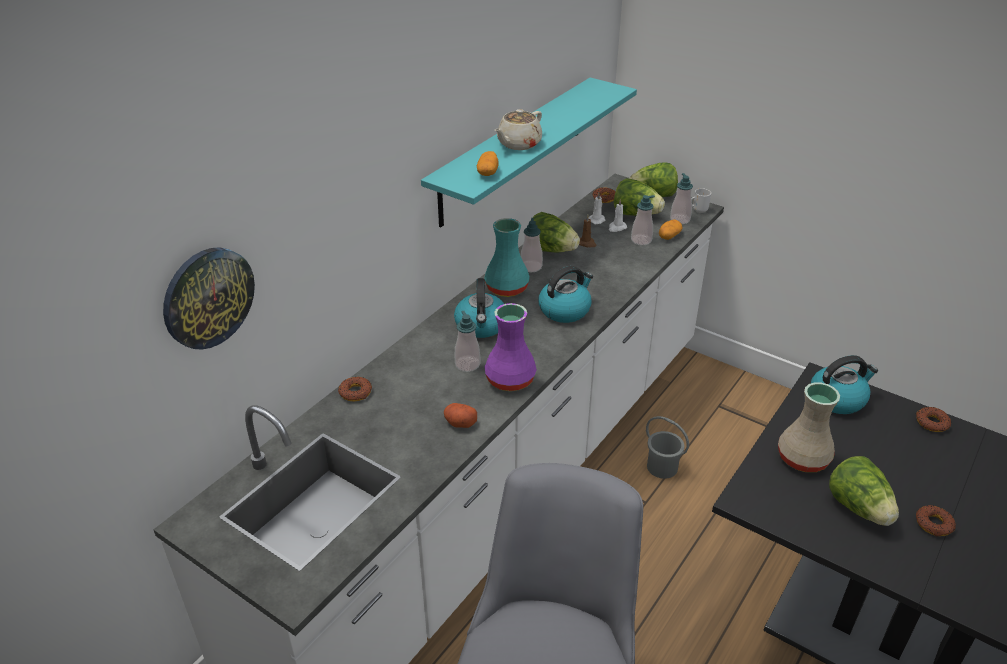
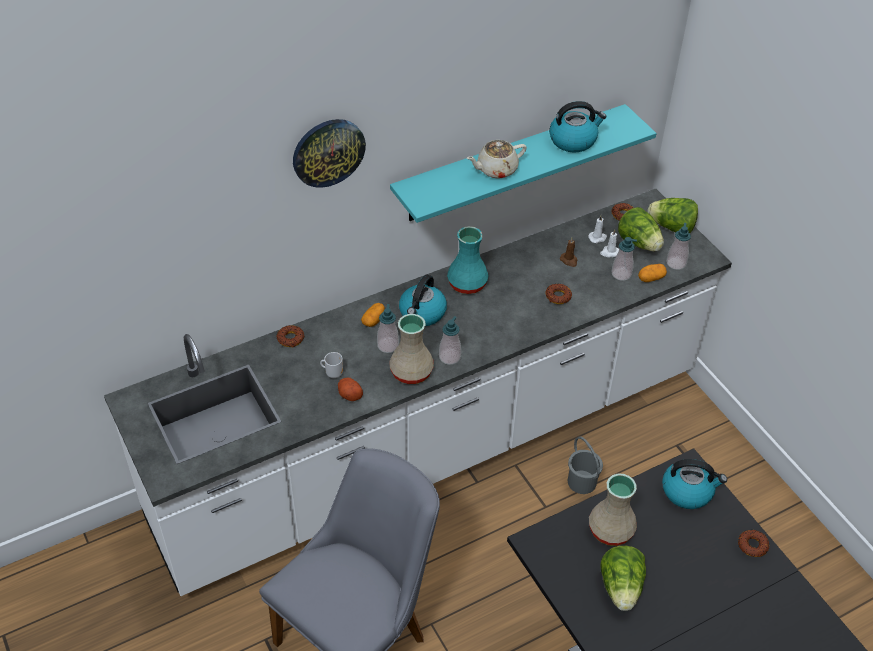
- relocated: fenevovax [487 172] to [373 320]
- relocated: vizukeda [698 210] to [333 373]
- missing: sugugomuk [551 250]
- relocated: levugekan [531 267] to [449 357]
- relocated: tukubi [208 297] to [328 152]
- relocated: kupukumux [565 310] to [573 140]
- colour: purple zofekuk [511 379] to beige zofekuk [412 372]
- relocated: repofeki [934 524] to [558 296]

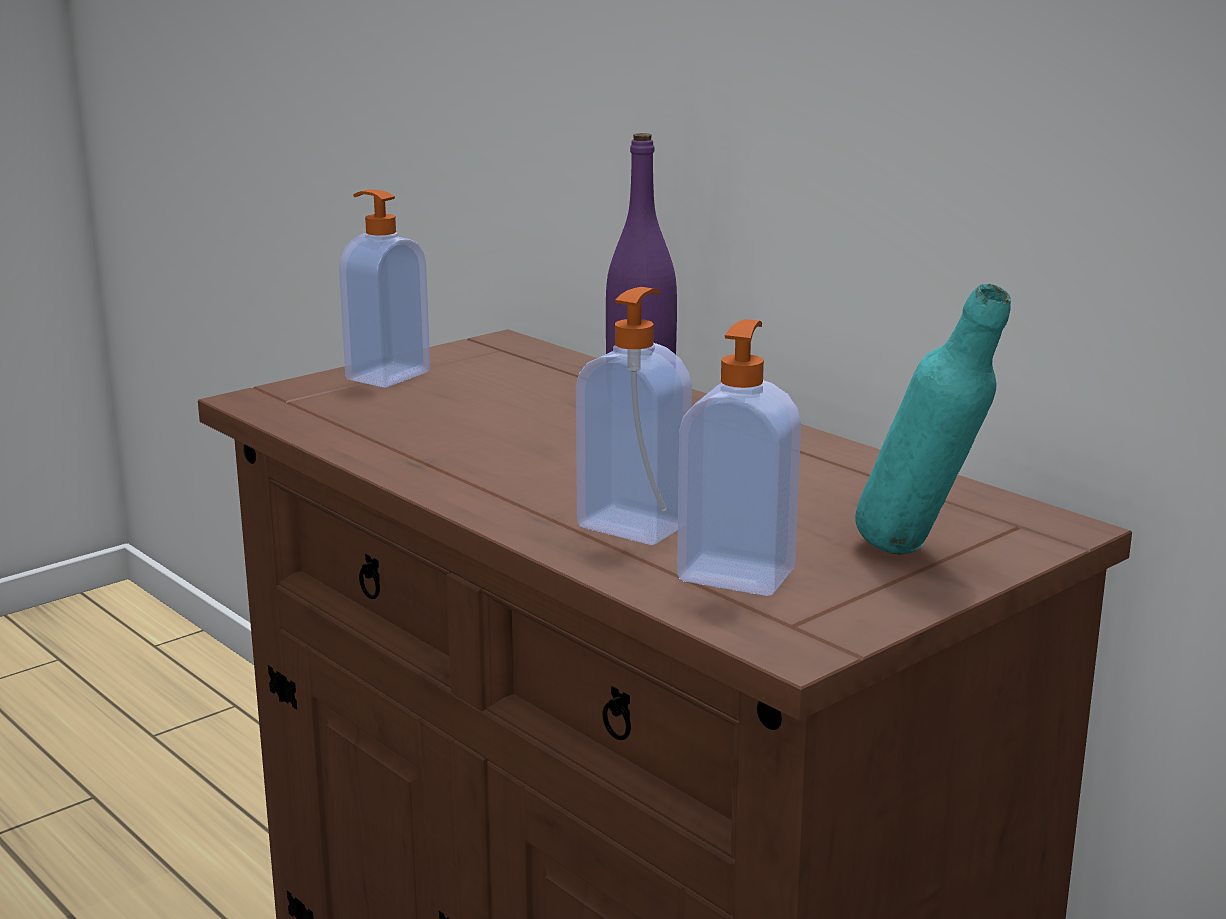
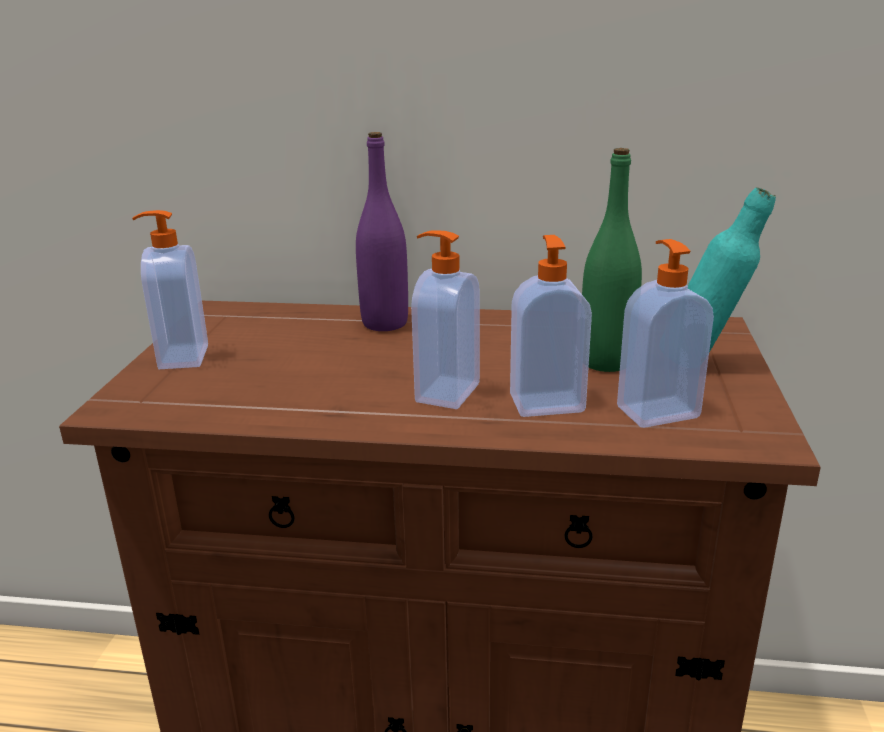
- appeared: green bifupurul [606 362]
- appeared: levugekan [445 392]

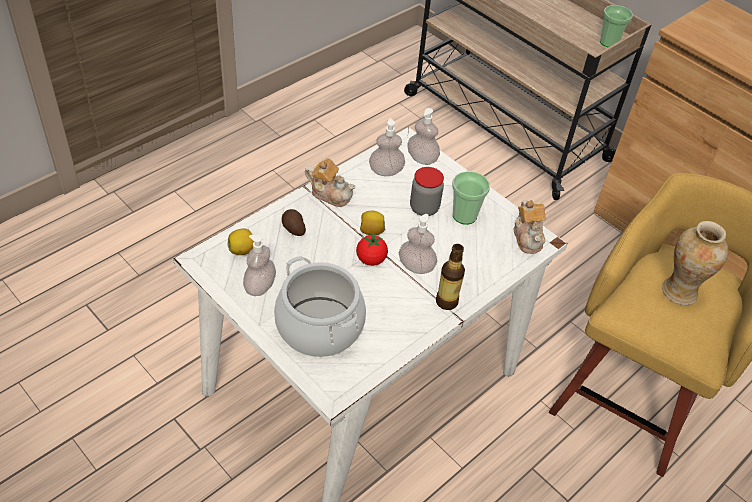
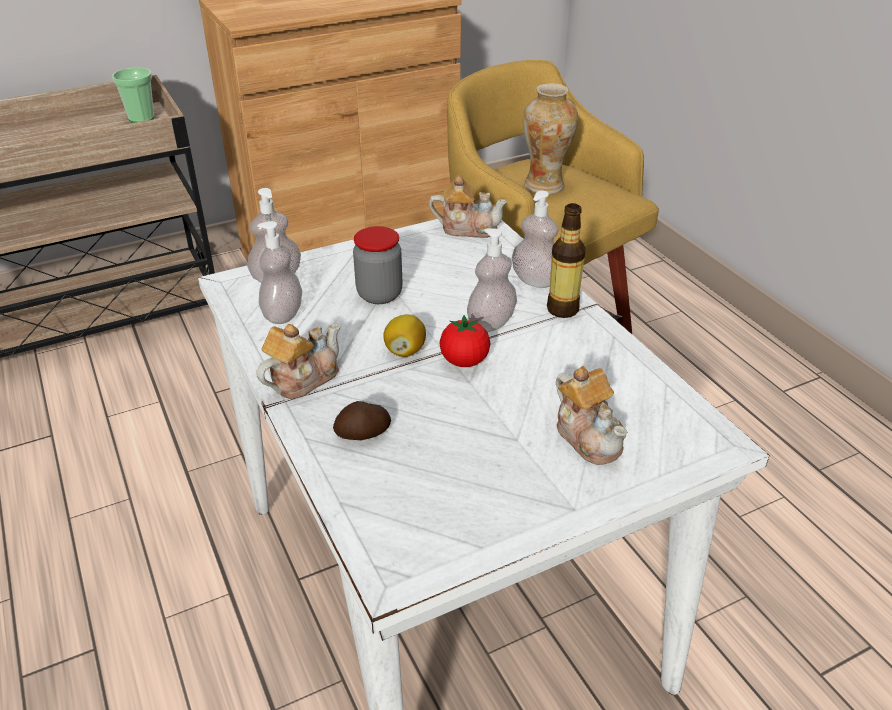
- missing: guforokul [464 216]
- missing: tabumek [242 250]
- relocated: levugekan [260 286] to [535 280]
- exchanged: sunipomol [320 326] to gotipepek [588 436]

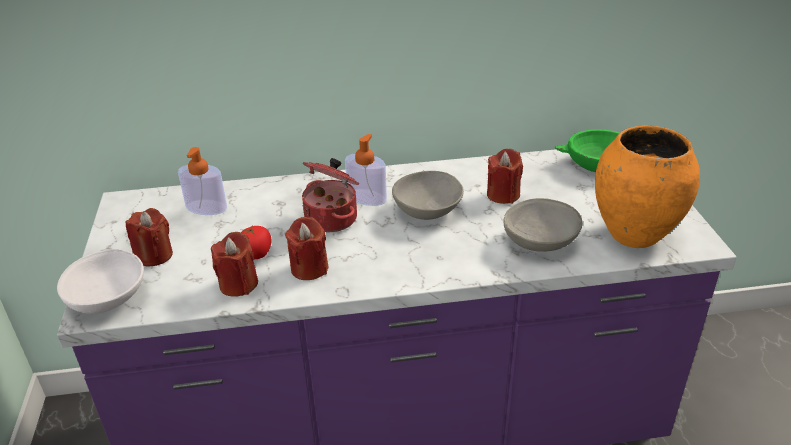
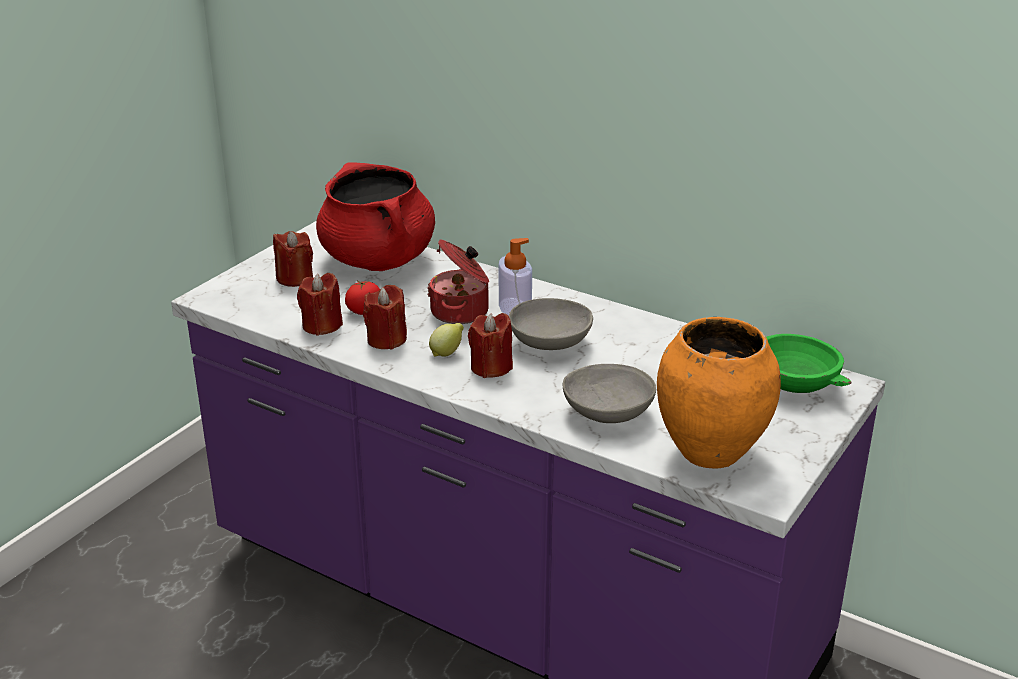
- exchanged: levugekan [206 208] to red sunipomol [378 260]
- relocated: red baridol [503 195] to [491 367]
- missing: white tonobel [109 299]
- appeared: tabumek [447 353]

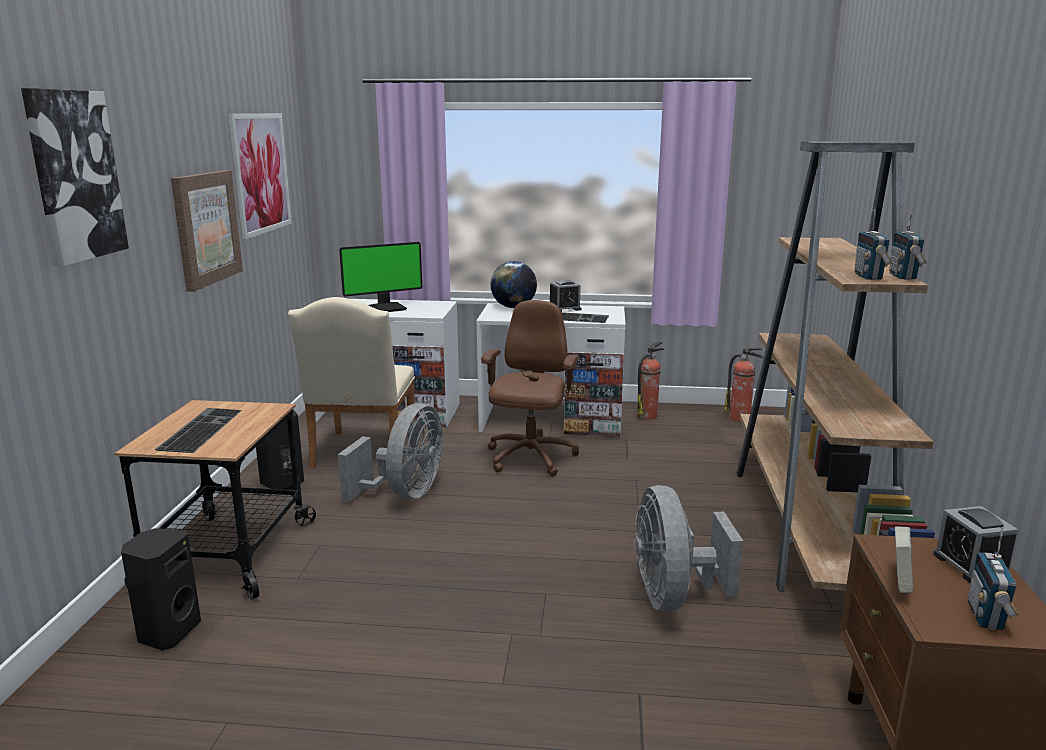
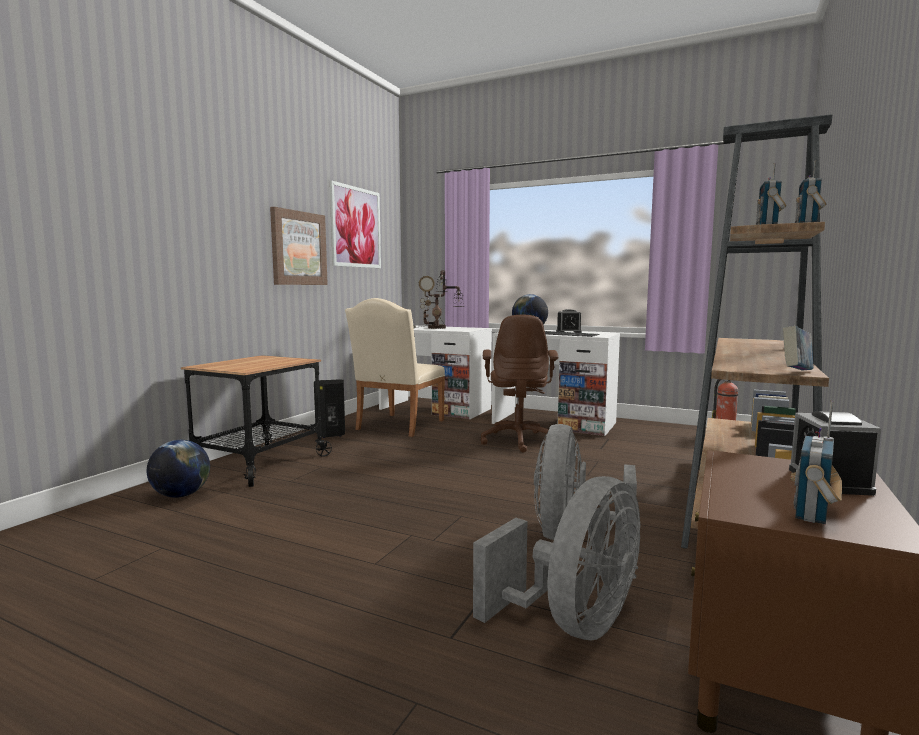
- missing: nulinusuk [74 175]
- exchanged: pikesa [387 308] to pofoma [438 328]
- spun: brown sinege [530 458] = [518 440] 150 degrees clockwise
- missing: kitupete [648 415]
- relocated: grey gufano [404 493] to [573 623]
- missing: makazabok [199 429]
- relocated: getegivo [899 583] to [796 373]
- exchanged: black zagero [167 632] to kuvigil [181 495]

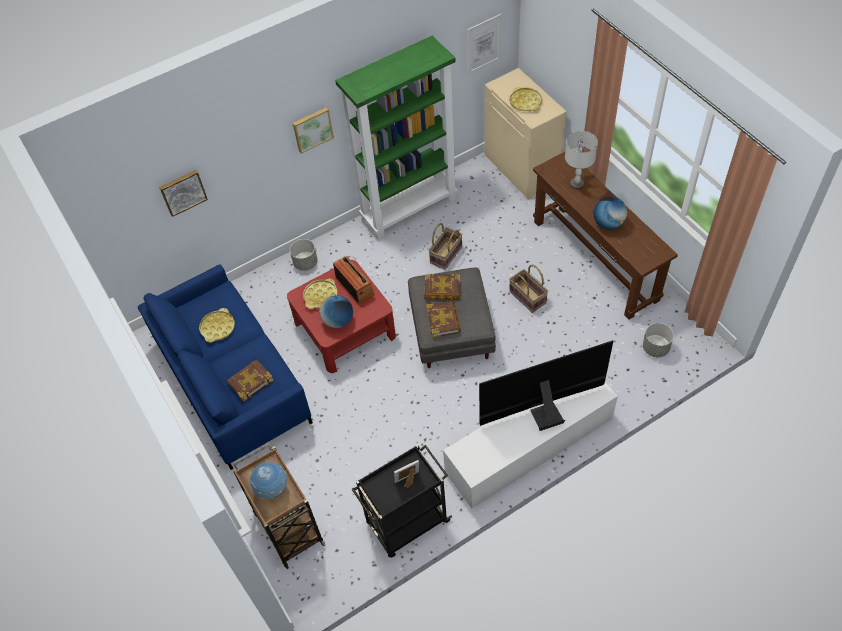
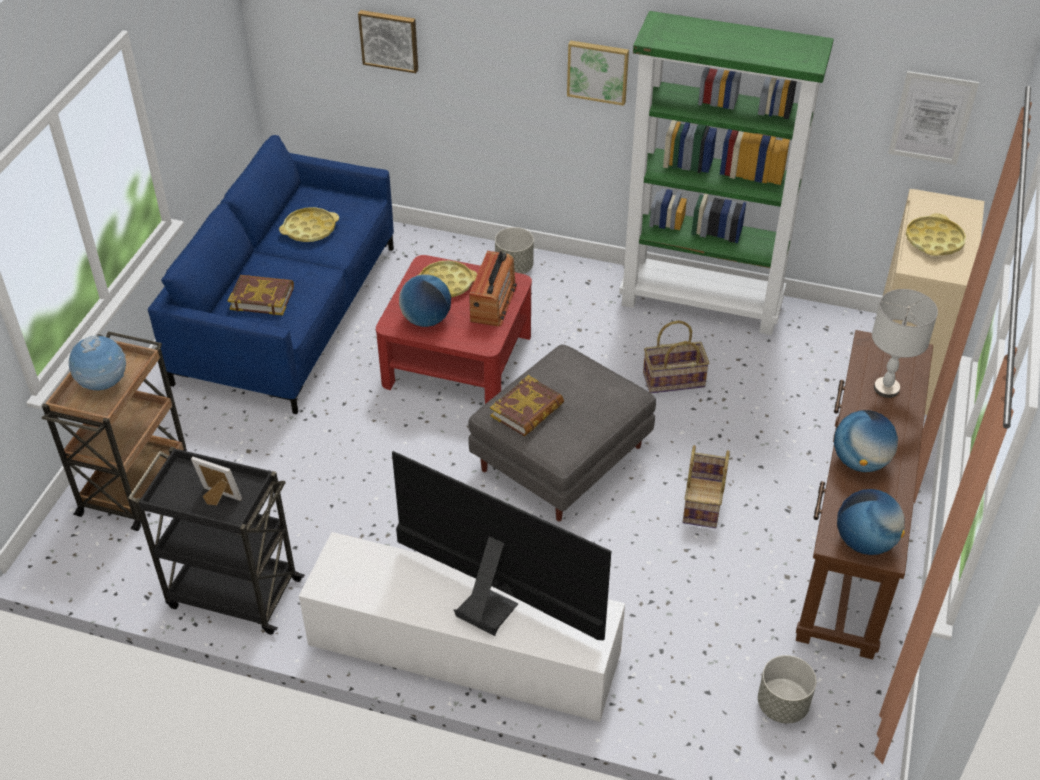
- missing: getegivo [442 290]
- appeared: kuvigil [864 542]

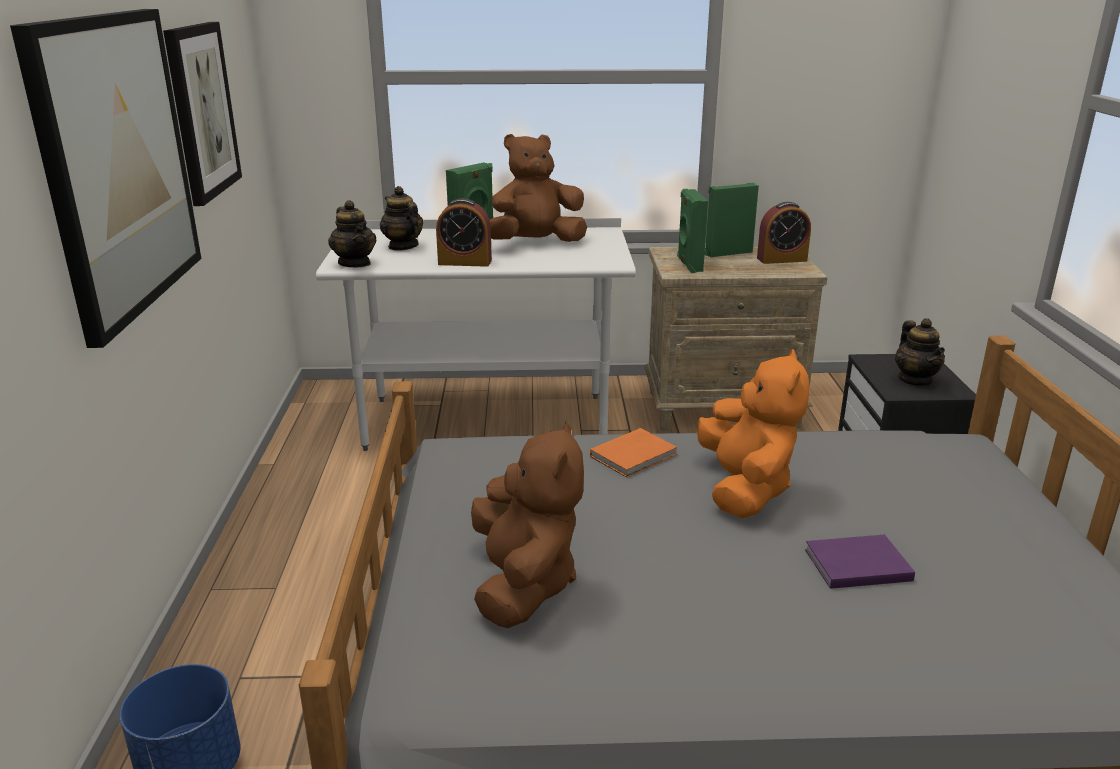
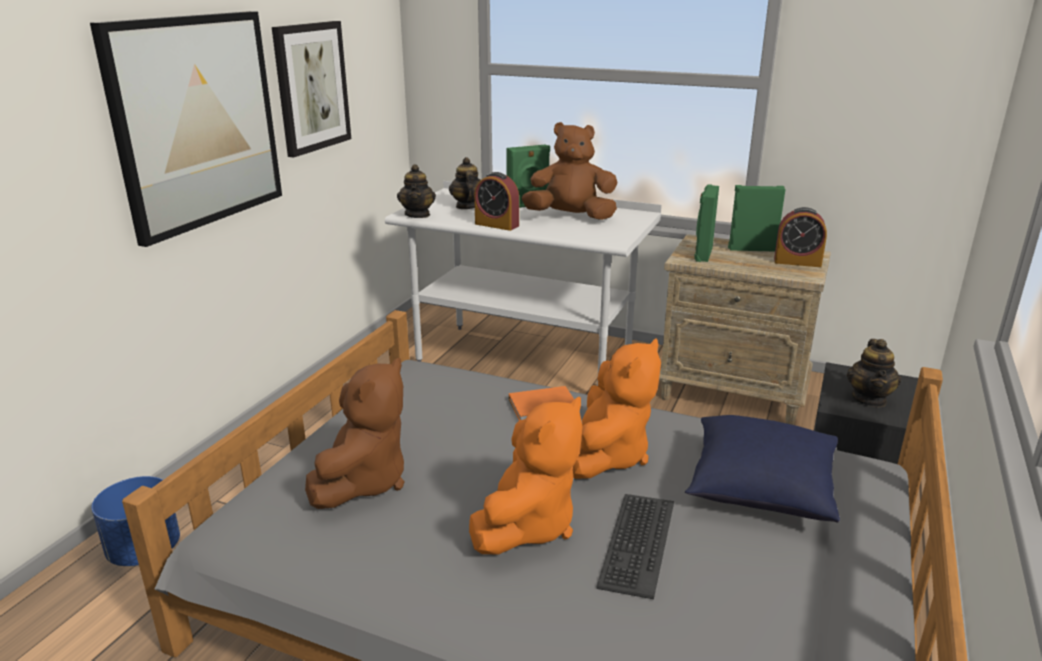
- exchanged: purple getegivo [854 564] to makazabok [636 543]
- appeared: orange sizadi [528 525]
- appeared: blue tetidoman [760 489]

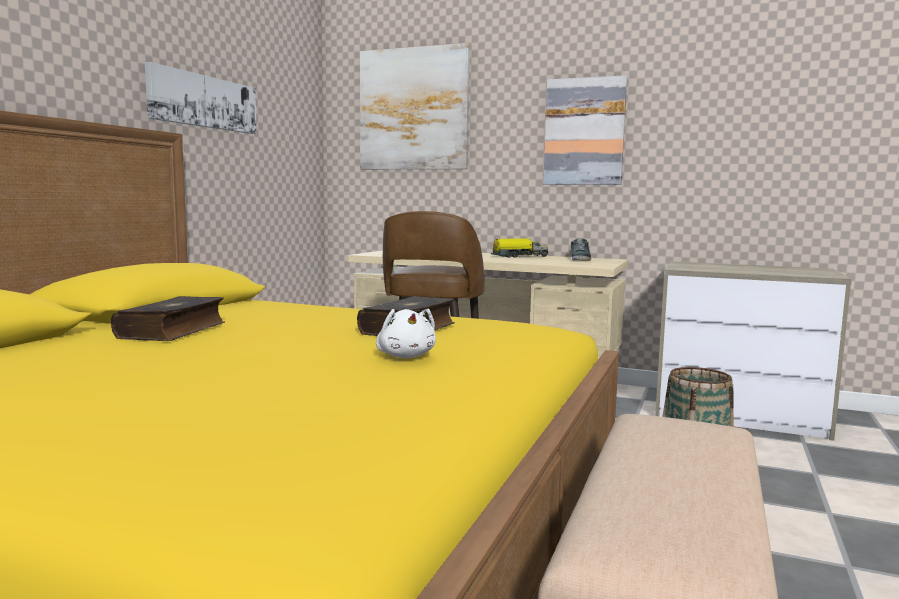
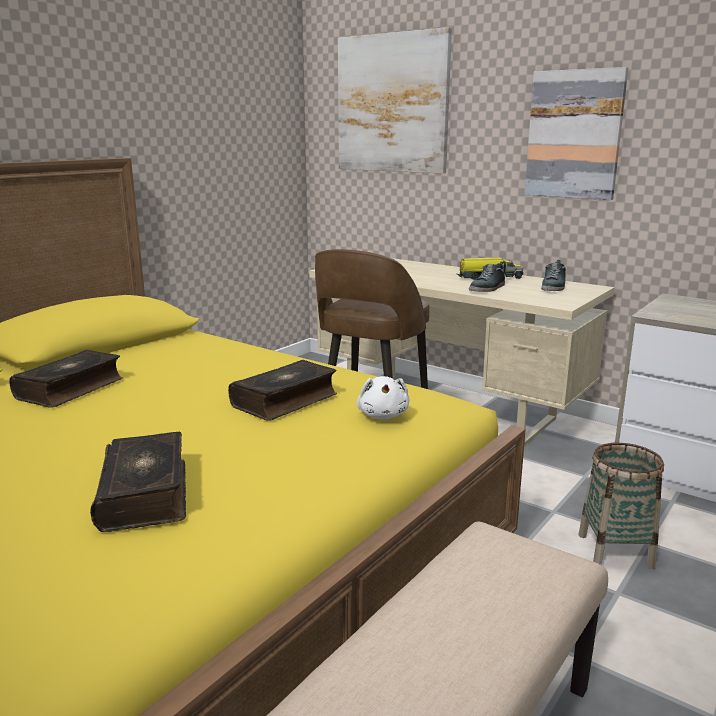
- missing: nulinusuk [203 101]
- relocated: white sizadi [405 356] to [383 415]
- appeared: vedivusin [488 288]
- appeared: getegivo [146 494]

